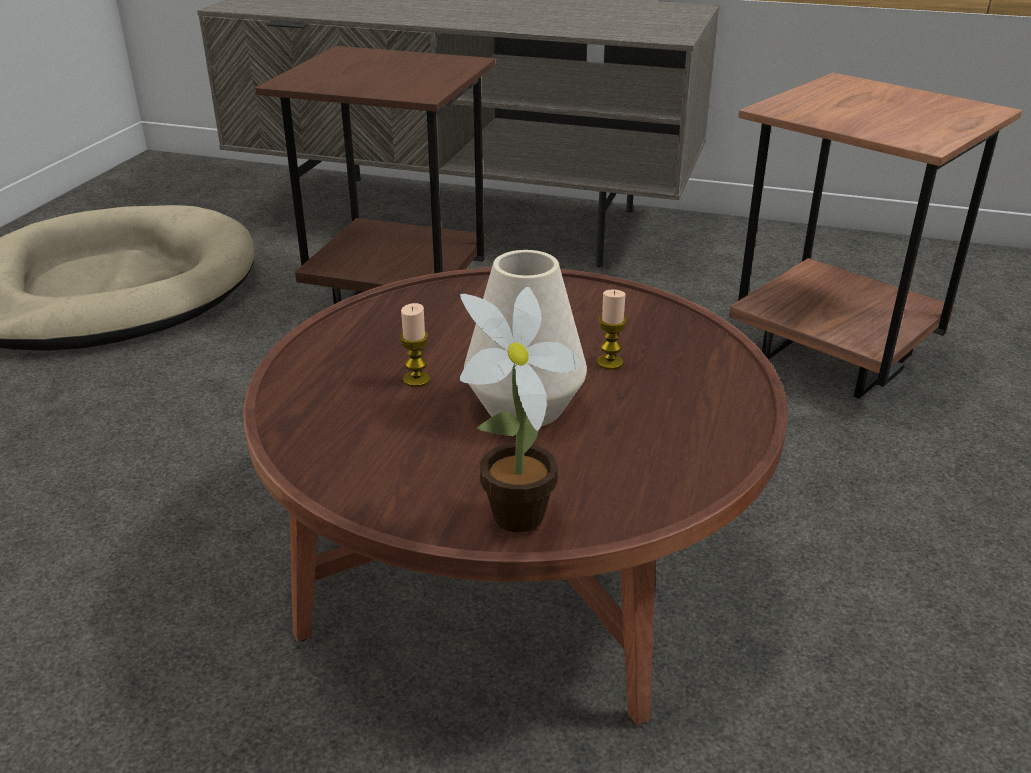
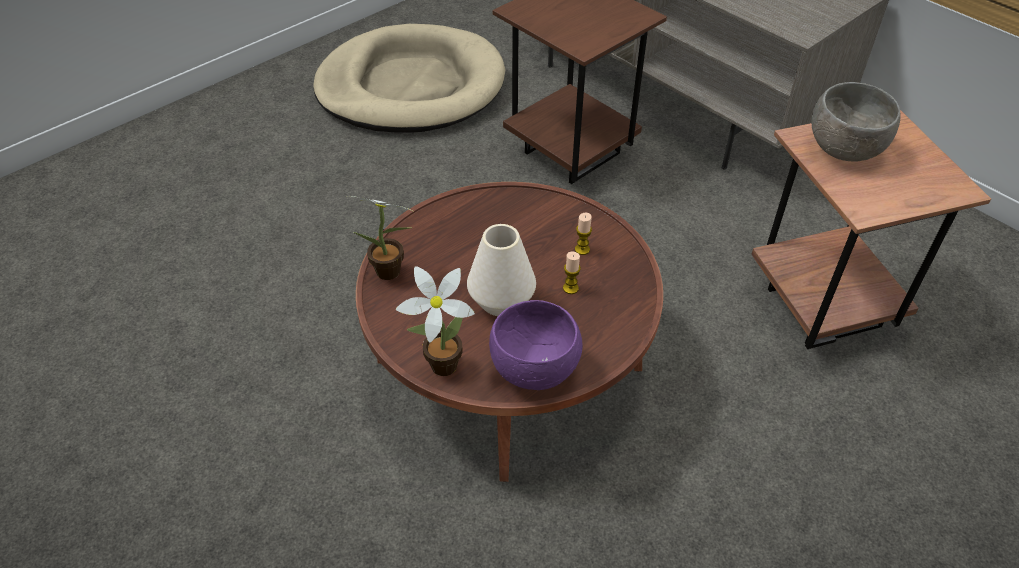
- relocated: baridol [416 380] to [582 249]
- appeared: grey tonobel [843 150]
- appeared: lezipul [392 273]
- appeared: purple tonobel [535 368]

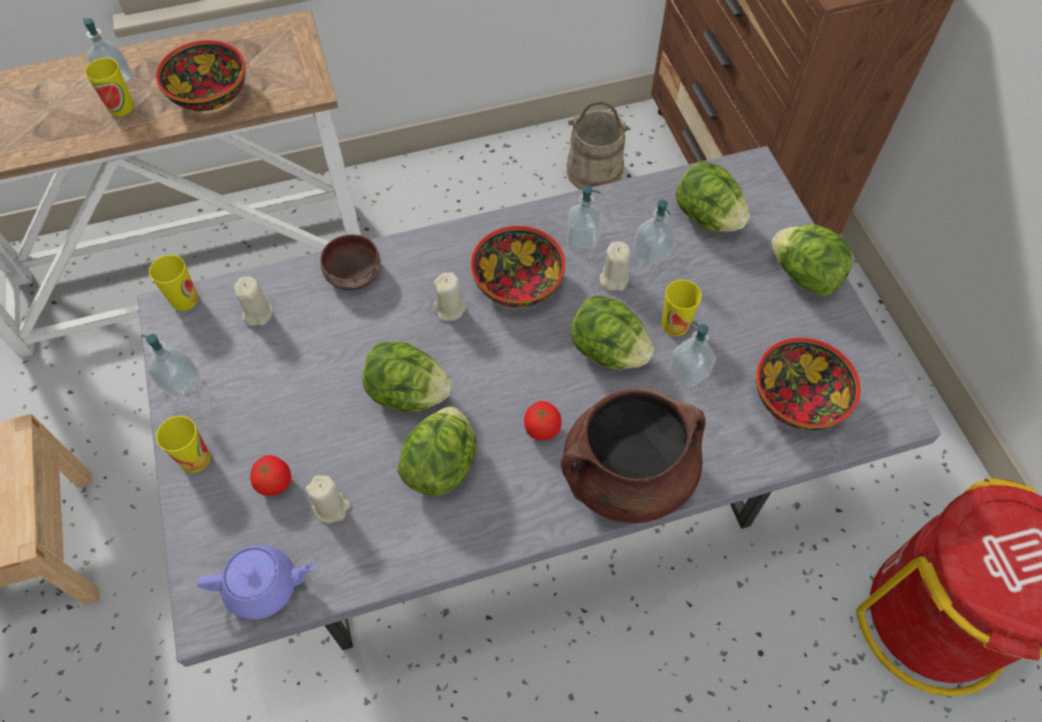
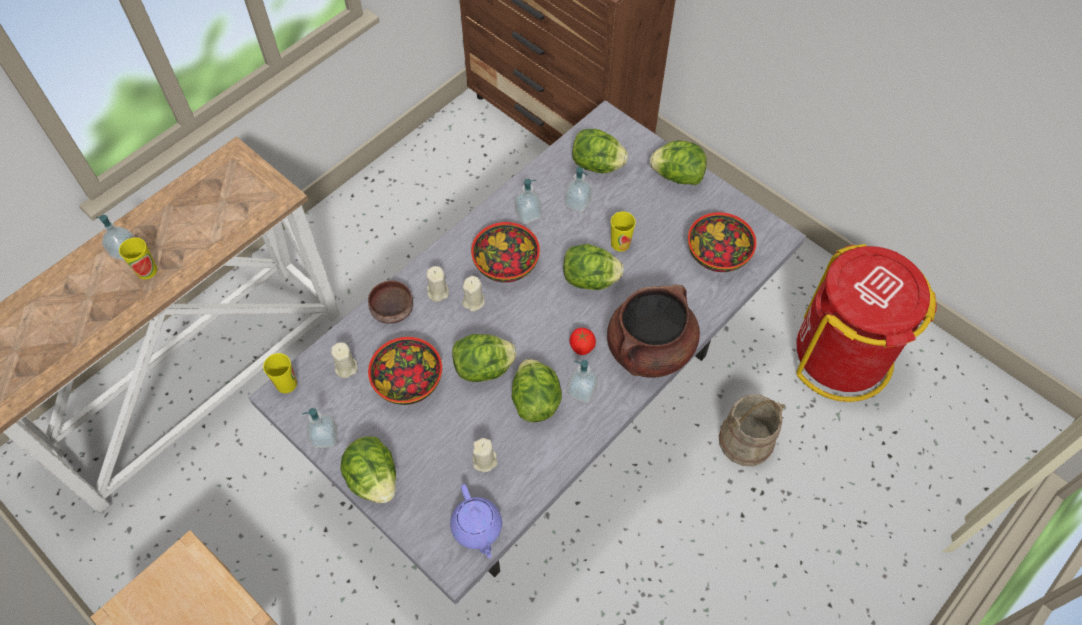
- relocated: tonobel [210 95] to [409 381]
- relocated: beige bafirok [594 171] to [745 440]
- relocated: beige baridol [613 279] to [437 292]
- relocated: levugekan [689 371] to [582 391]
- exchanged: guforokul [195 458] to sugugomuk [374 479]
- missing: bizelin [275 483]
- spun: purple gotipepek [264 587] = [477 528] 105 degrees clockwise

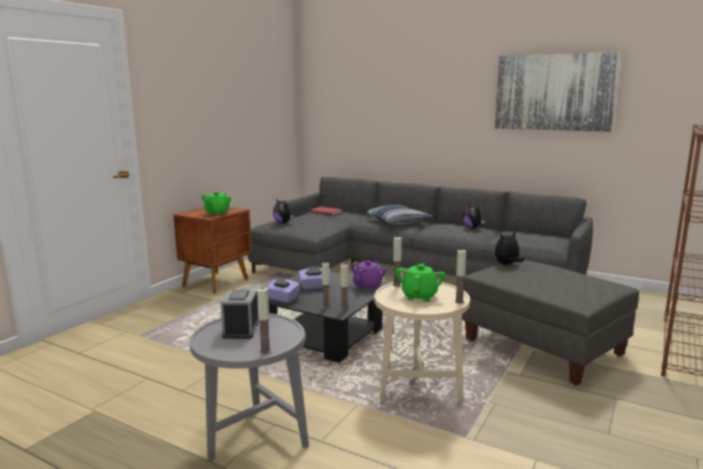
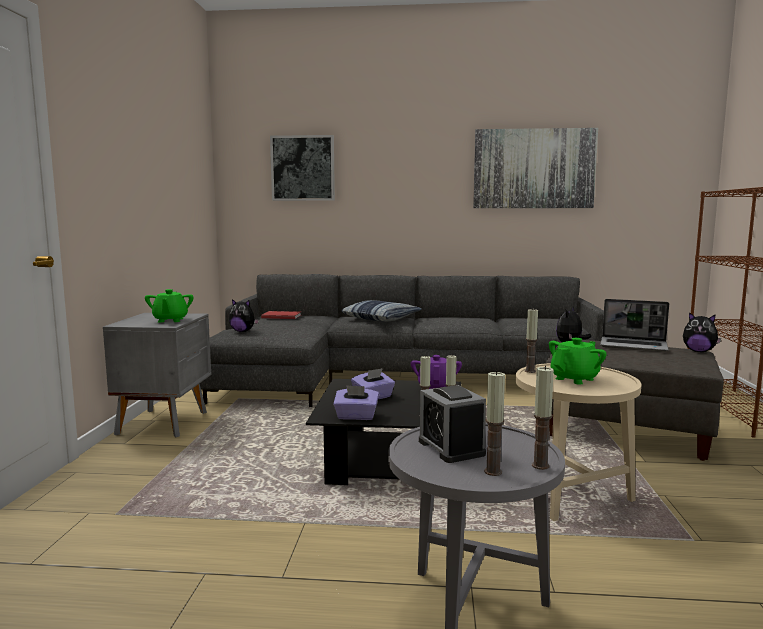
- relocated: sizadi [472 228] to [699 351]
- colour: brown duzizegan [217 282] to grey duzizegan [165 422]
- relocated: baridol [459 302] to [493 472]
- spun: green gotipepek [419 296] = [575 379] 60 degrees clockwise
- appeared: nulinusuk [303 168]
- appeared: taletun [634 346]

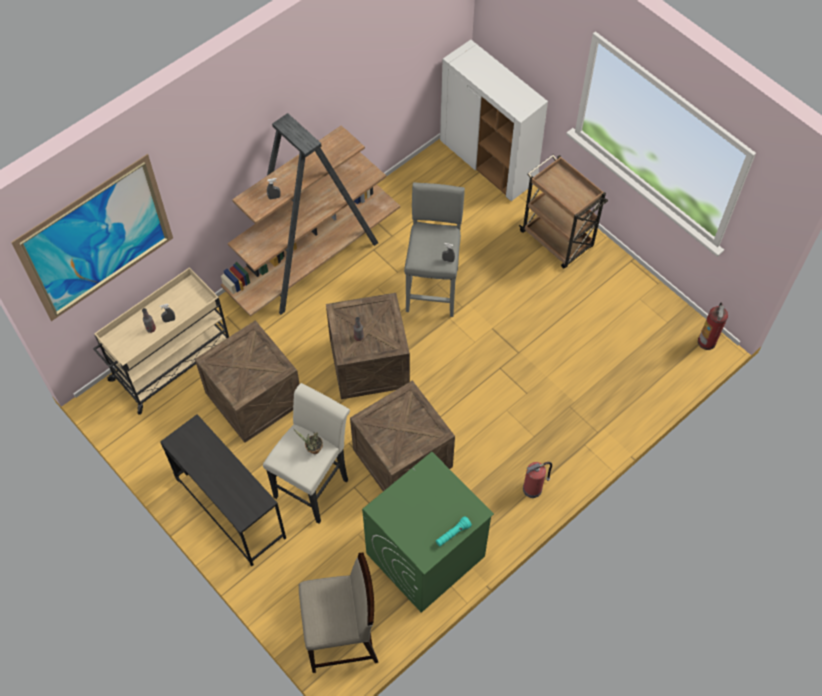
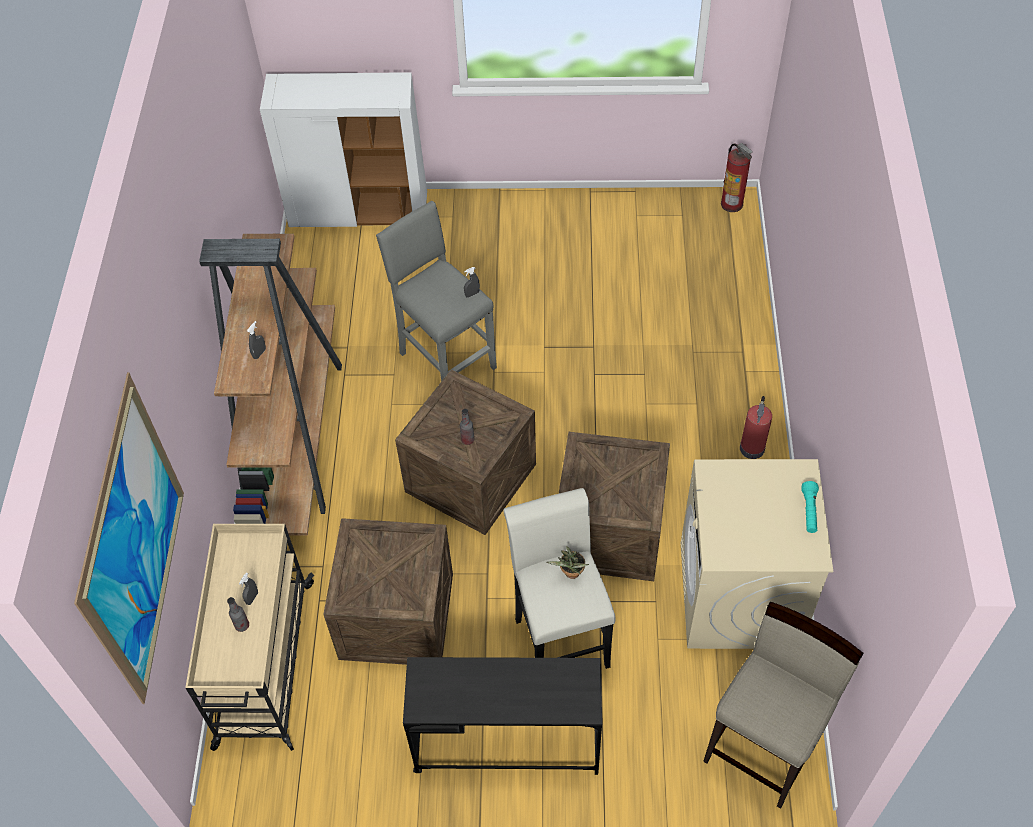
- missing: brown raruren [557 240]
- colour: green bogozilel [425 555] to beige bogozilel [739 596]

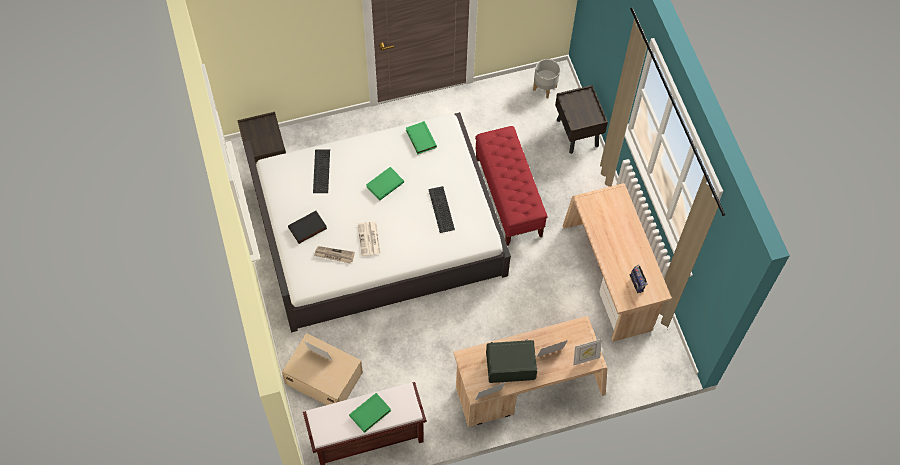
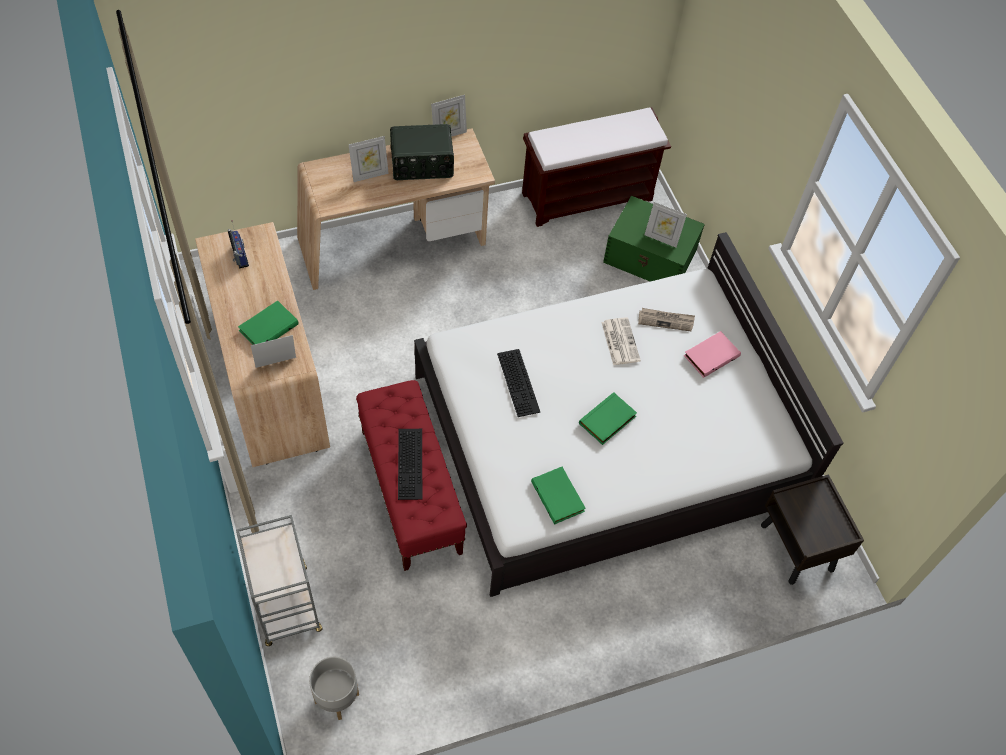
- exchanged: brown duzizegan [577 133] to grey raruren [287 606]
- relocated: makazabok [320 170] to [411 464]
- colour: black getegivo [307 229] to pink getegivo [711 355]
- colour: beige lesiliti [323 377] to green lesiliti [650 257]
- relocated: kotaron [585 358] to [276 365]
- relocated: green getegivo [370 414] to [268 326]

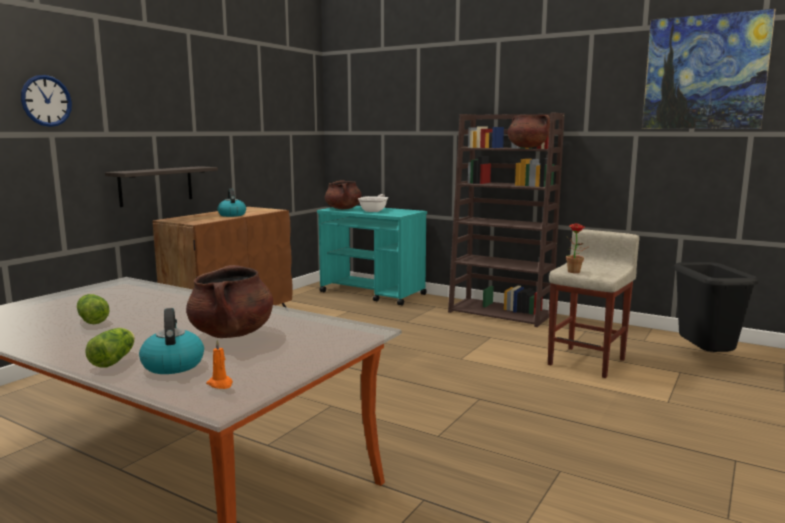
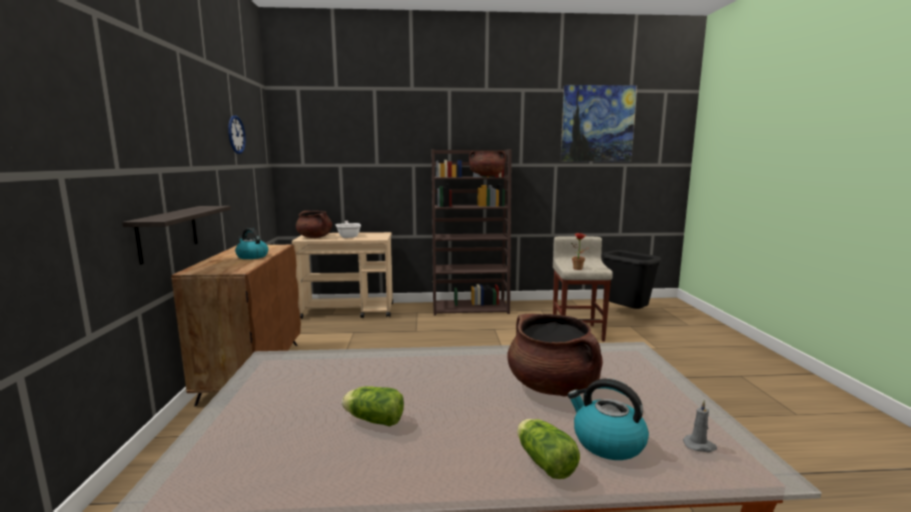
- relocated: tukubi [46 101] to [236 134]
- colour: turquoise raruren [373 293] to beige raruren [349 311]
- colour: orange baridol [220 384] to grey baridol [699 446]

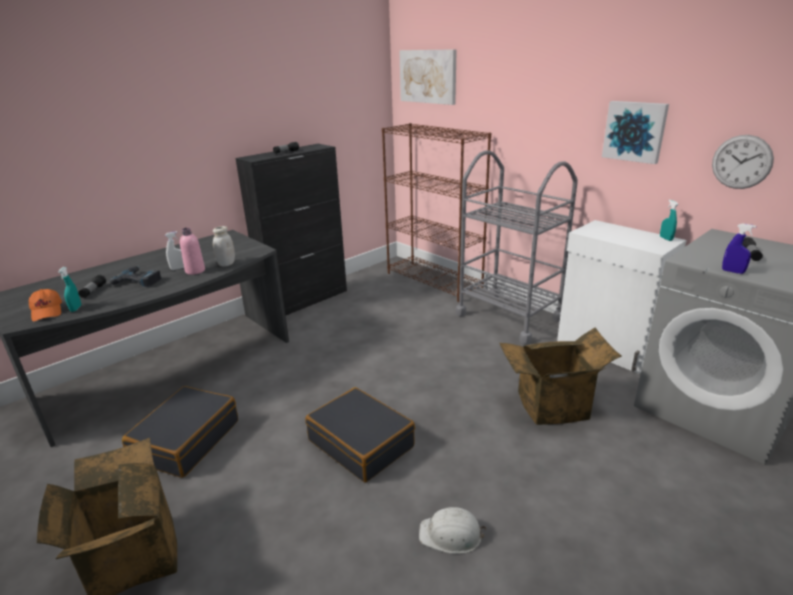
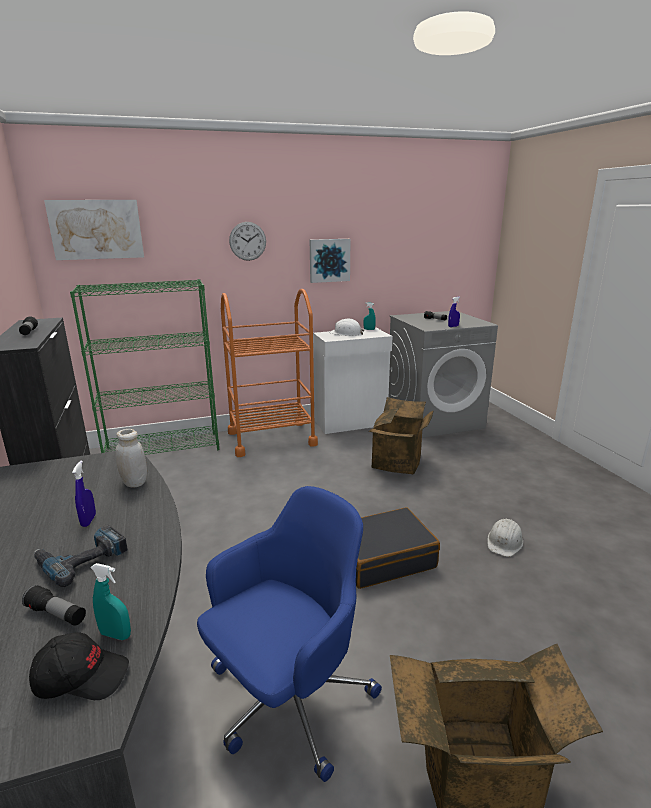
- colour: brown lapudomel [434 281] to green lapudomel [163 448]
- relocated: tukubi [741 162] to [247 241]
- colour: grey raruren [508 317] to orange raruren [271 438]
- missing: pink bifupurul [195 271]
- colour: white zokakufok [178 268] to blue zokakufok [88 520]
- colour: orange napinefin [48 311] to black napinefin [81 677]
- exchanged: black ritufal [186 440] to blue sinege [288 699]
- appeared: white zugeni [346 333]

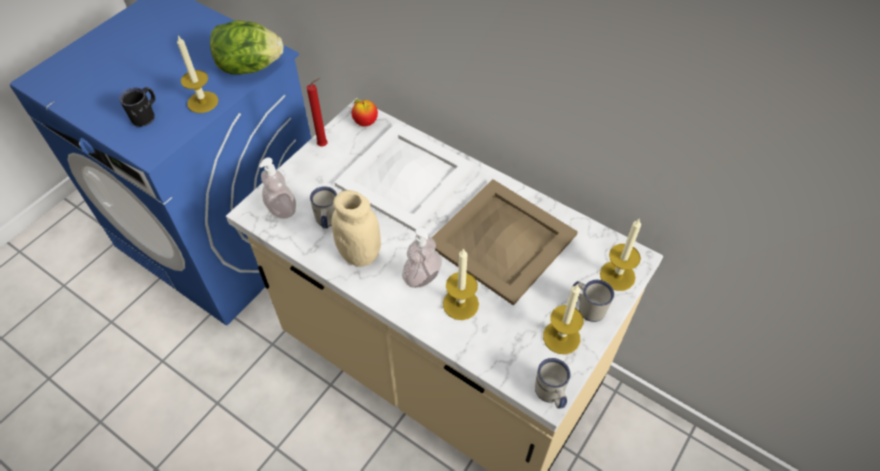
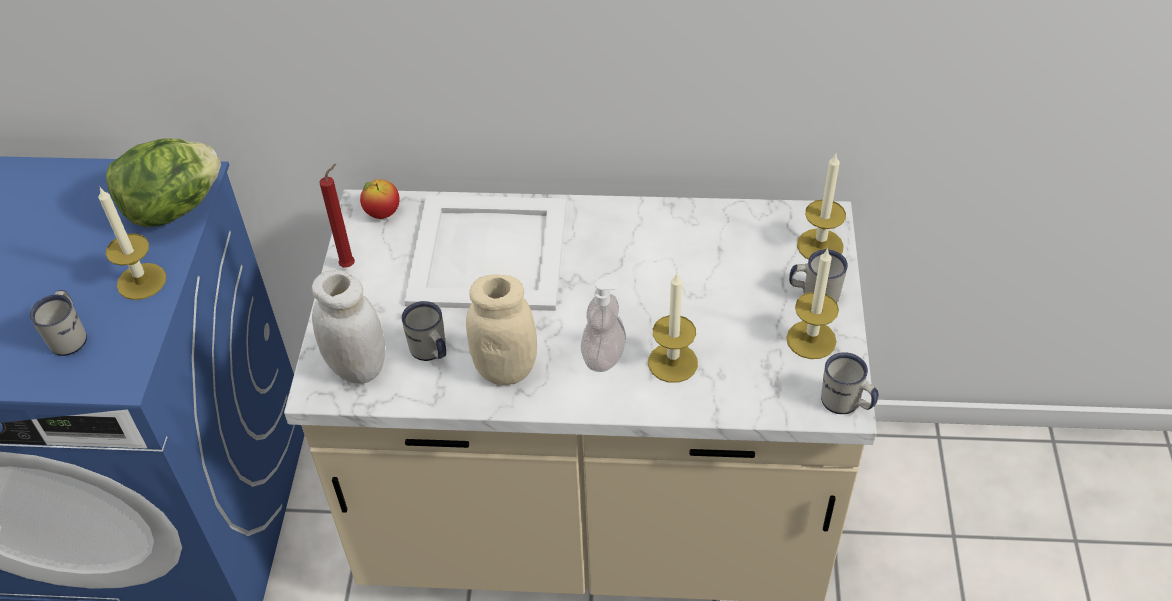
- colour: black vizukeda [147 116] to white vizukeda [70 336]
- exchanged: levugekan [282 209] to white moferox [357 367]
- missing: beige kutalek [502 241]

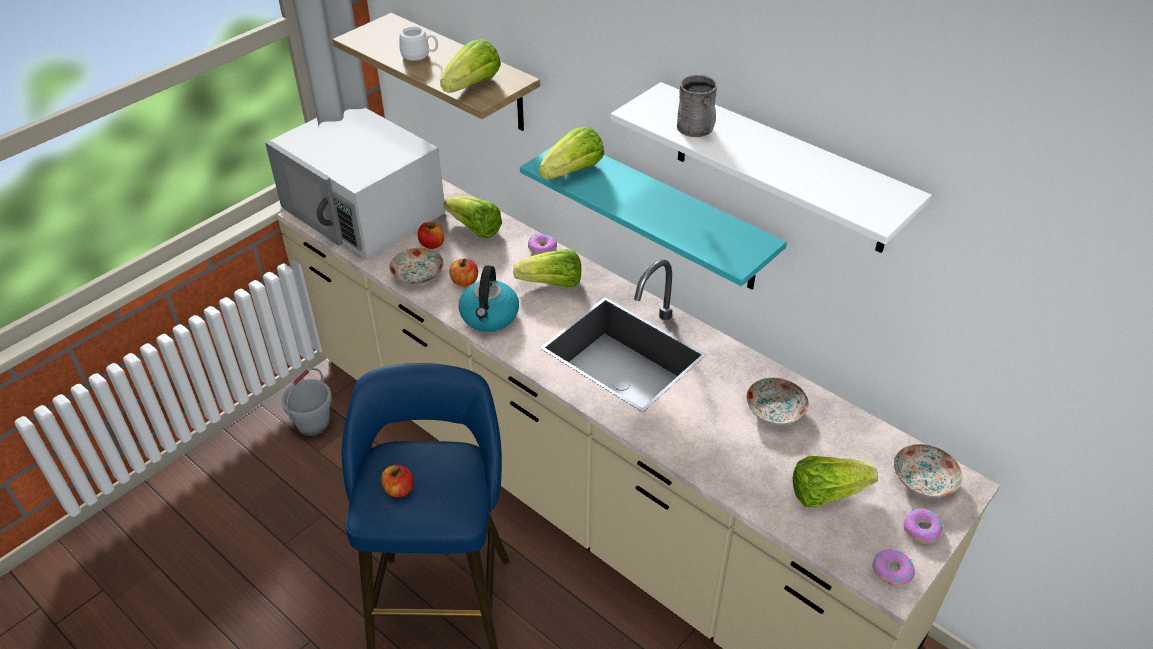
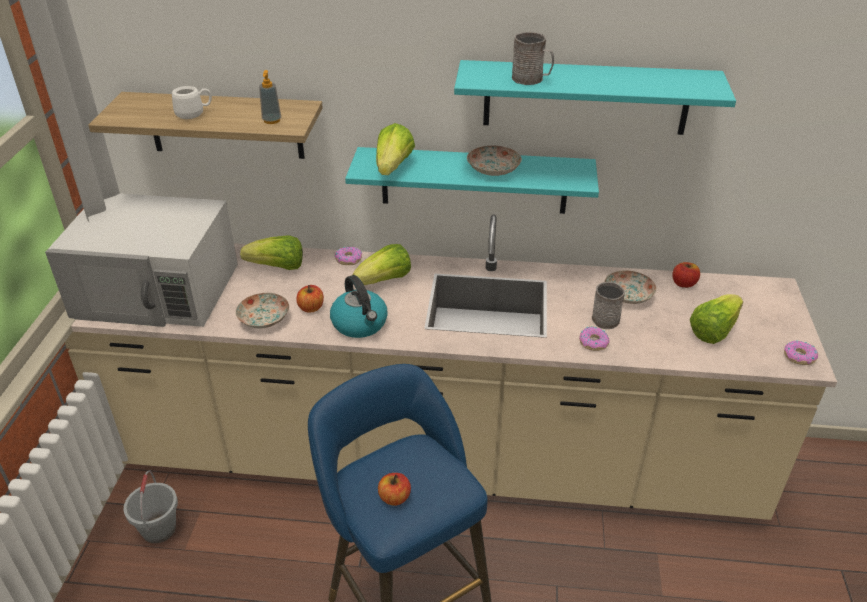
- exchanged: sugugomuk [472 86] to levugekan [272 120]
- colour: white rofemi [780 169] to turquoise rofemi [586 97]
- relocated: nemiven [432 244] to [683 283]
- relocated: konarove [924 480] to [494 170]
- relocated: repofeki [922 529] to [593 342]
- appeared: grey vizukeda [604 317]

